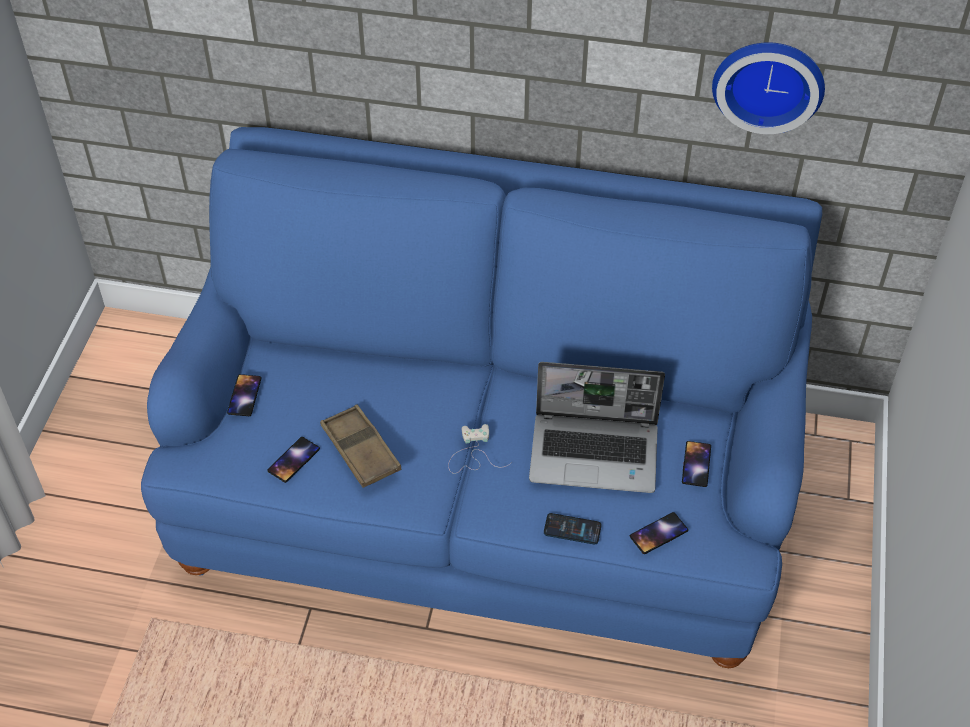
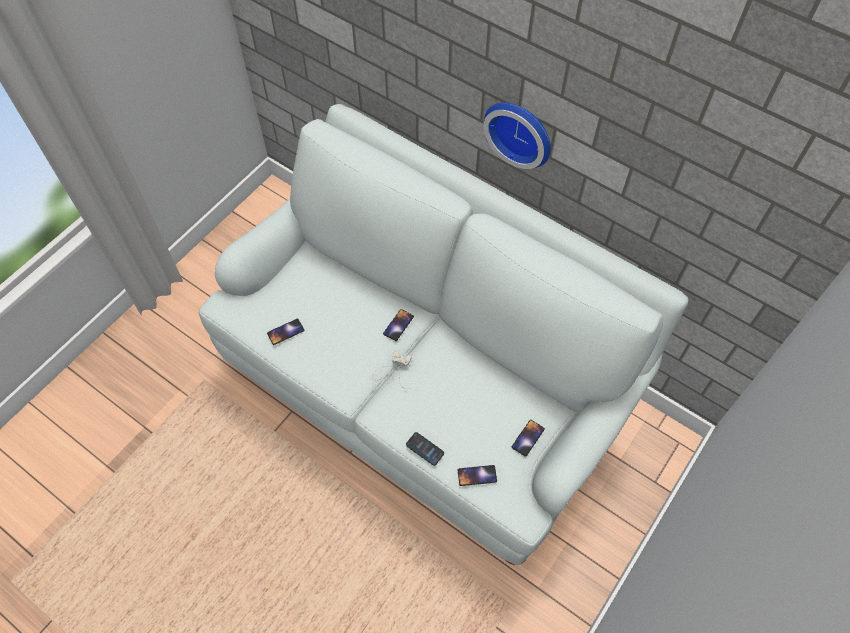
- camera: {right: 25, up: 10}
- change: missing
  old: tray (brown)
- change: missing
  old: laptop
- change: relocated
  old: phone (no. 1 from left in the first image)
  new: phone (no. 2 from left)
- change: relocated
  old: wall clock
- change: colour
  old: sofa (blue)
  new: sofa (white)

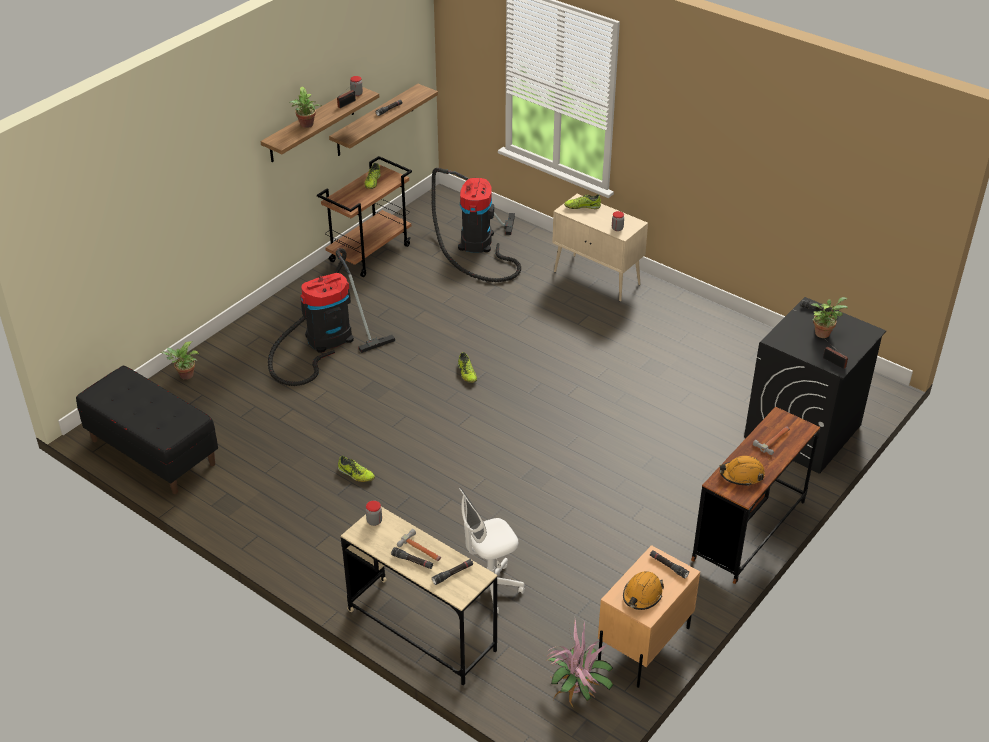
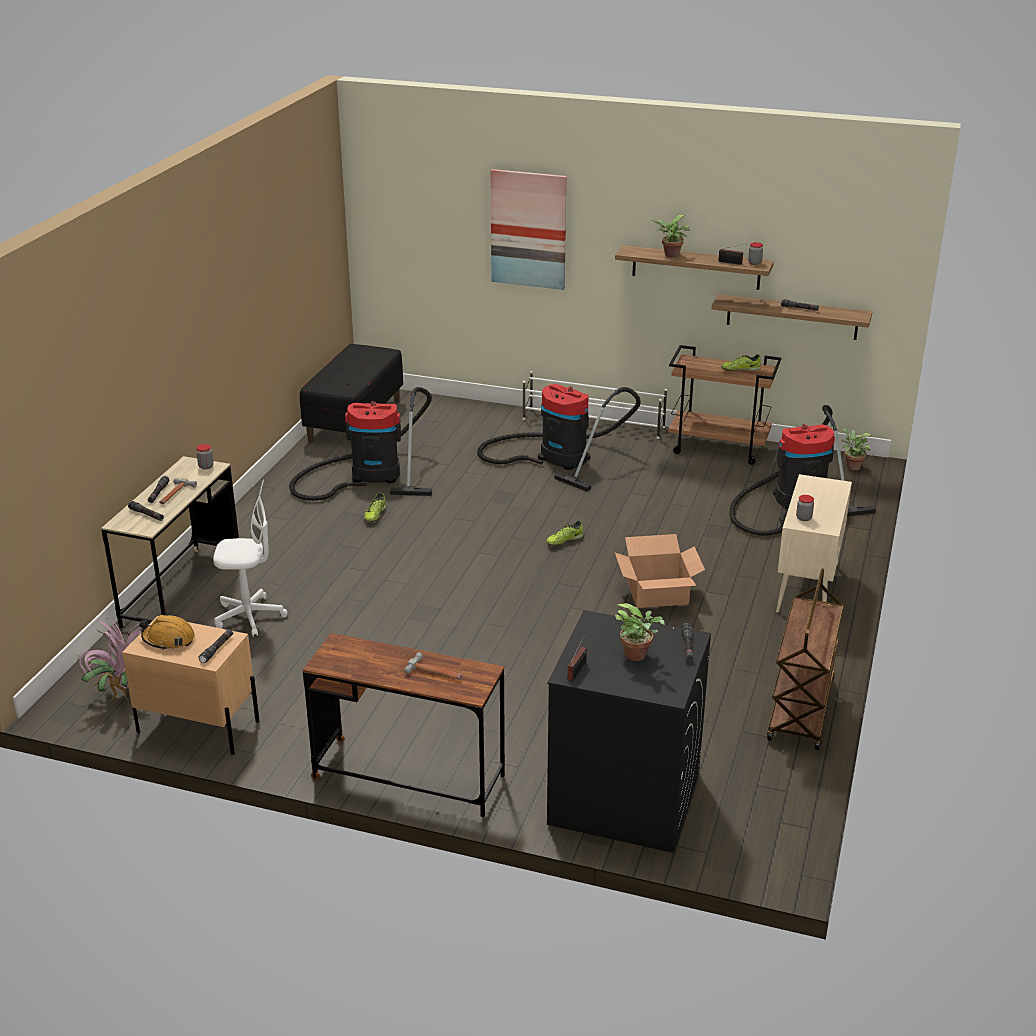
- camera: {right: 70, up: -10}
- change: missing
  old: shoe (no. 4 from left)
- change: missing
  old: hard hat (orange) (no. 2 from left)
- change: appeared
  new: vacuum cleaner (no. 1 from left)
- change: appeared
  new: picture
- change: appeared
  new: shoe rack (white)
- change: appeared
  new: cardboard box
- change: appeared
  new: cart (brown) (no. 2 from left)
- change: relocated
  old: potted plant (no. 1 from left in the first image)
  new: potted plant (no. 4 from left)
- change: spun
  old: office chair (white)
  degrees: 135

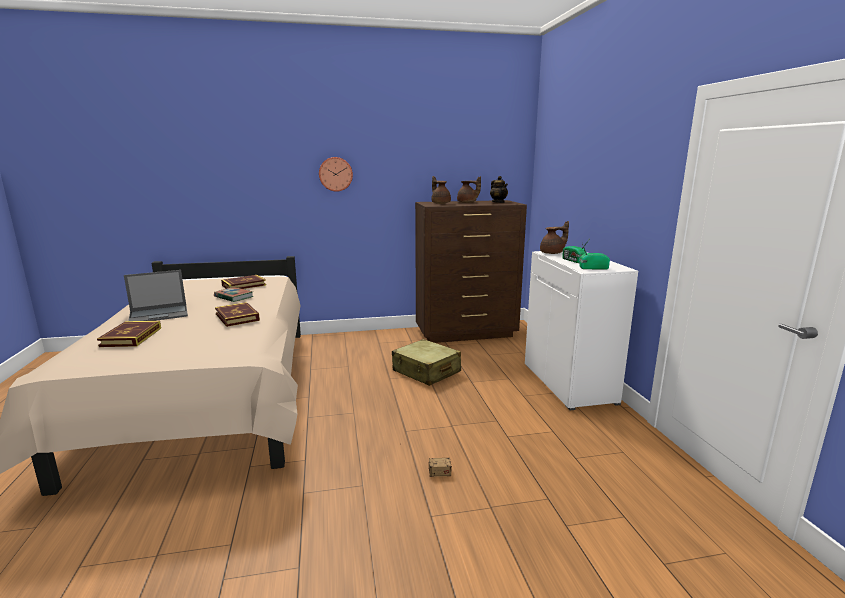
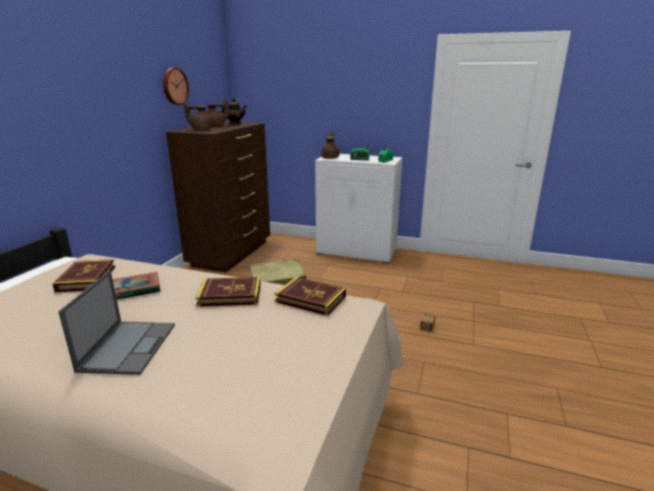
- camera: {right: -60, up: 5}
- change: relocated
  old: book (no. 1 from left in the first image)
  new: book (no. 4 from left)
- change: relocated
  old: wall clock

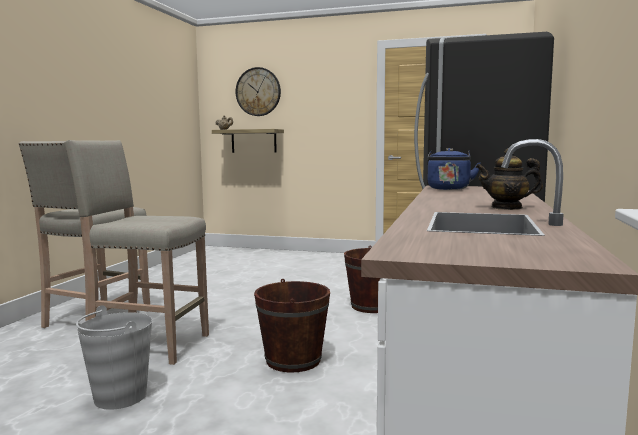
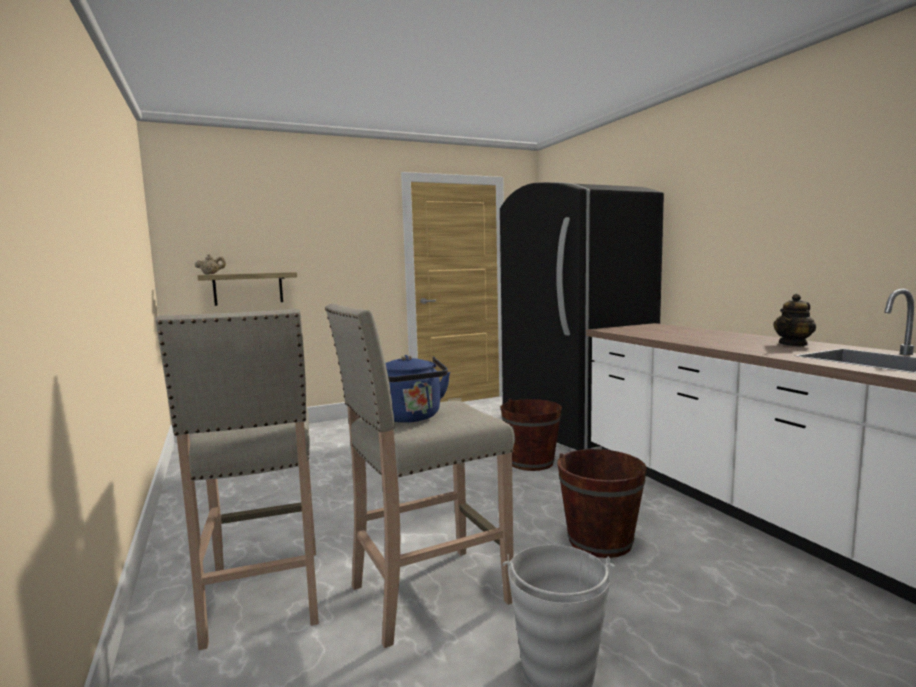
- camera: {right: -40, up: 0}
- change: missing
  old: wall clock
- change: relocated
  old: kettle (blue)

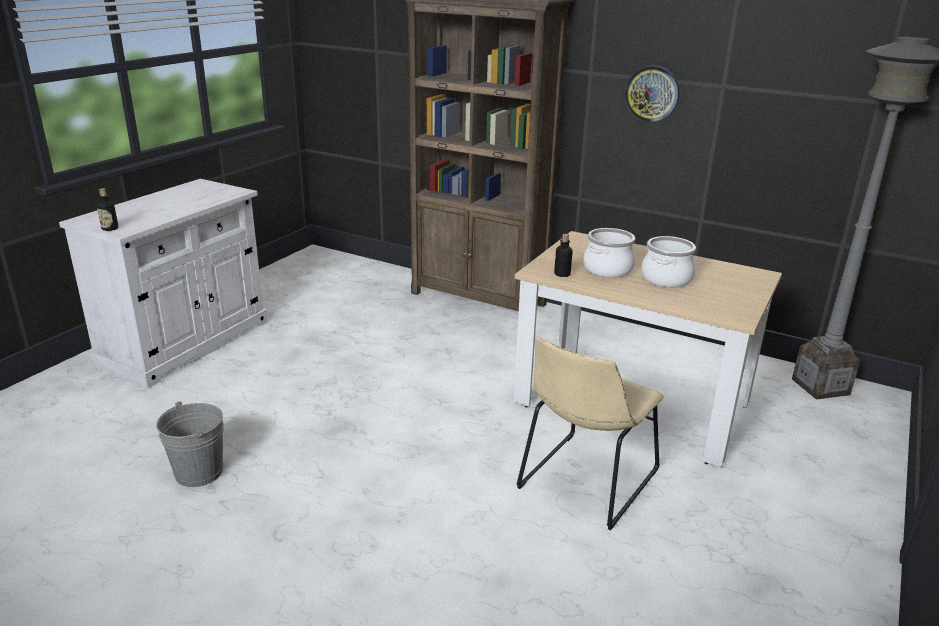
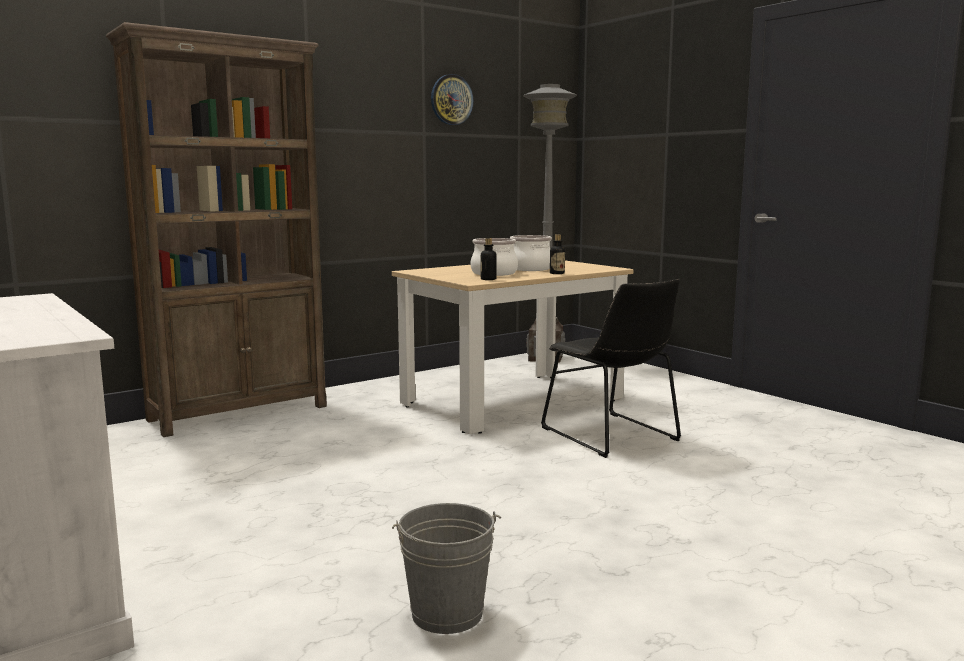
- camera: {right: -65, up: -15}
- change: relocated
  old: bottle (no. 1 from left in the first image)
  new: bottle (no. 2 from left)
- change: relocated
  old: wall clock
- change: colour
  old: chair (beige)
  new: chair (black)

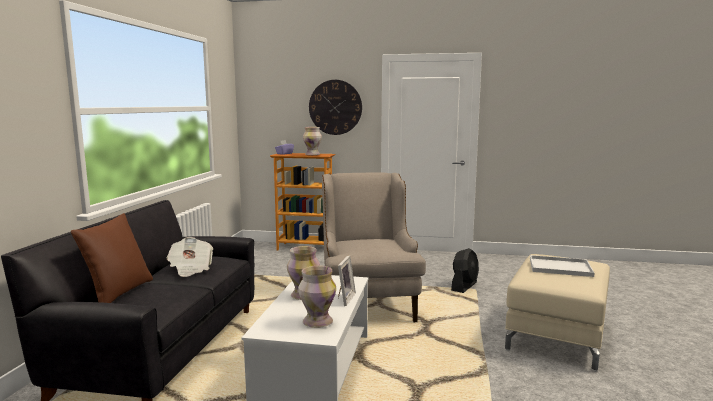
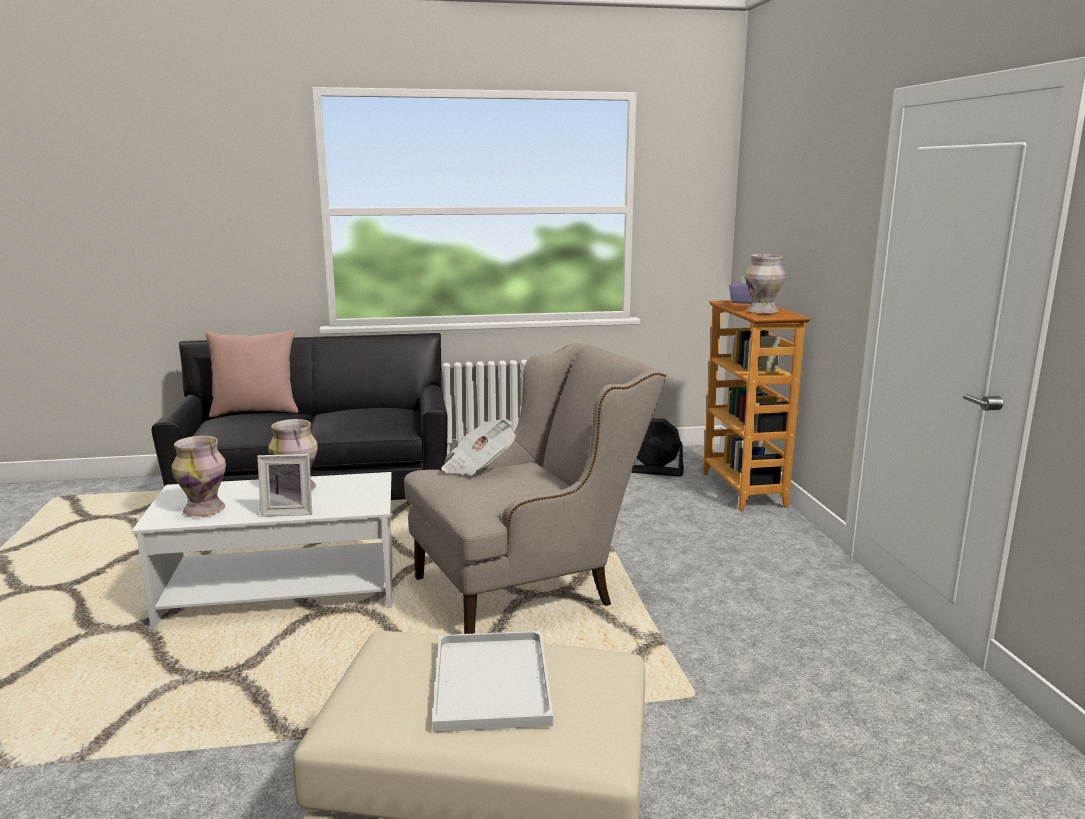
- camera: {right: 70, up: 5}
- change: missing
  old: wall clock
- change: relocated
  old: newspaper
- change: relocated
  old: fan (black)
- change: colour
  old: pillow (brown)
  new: pillow (pink)

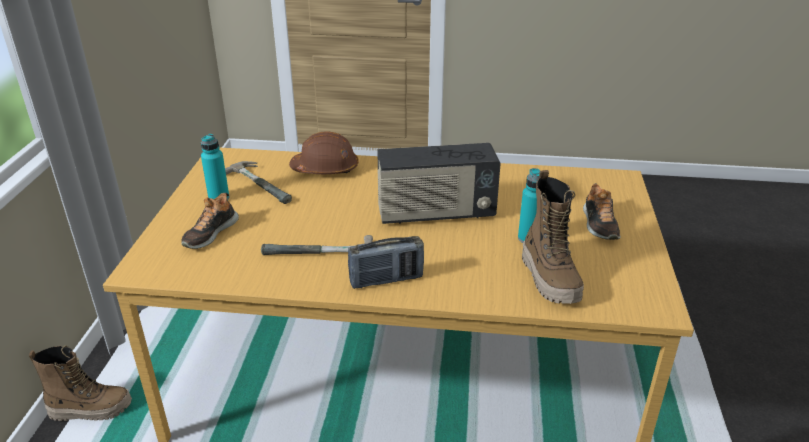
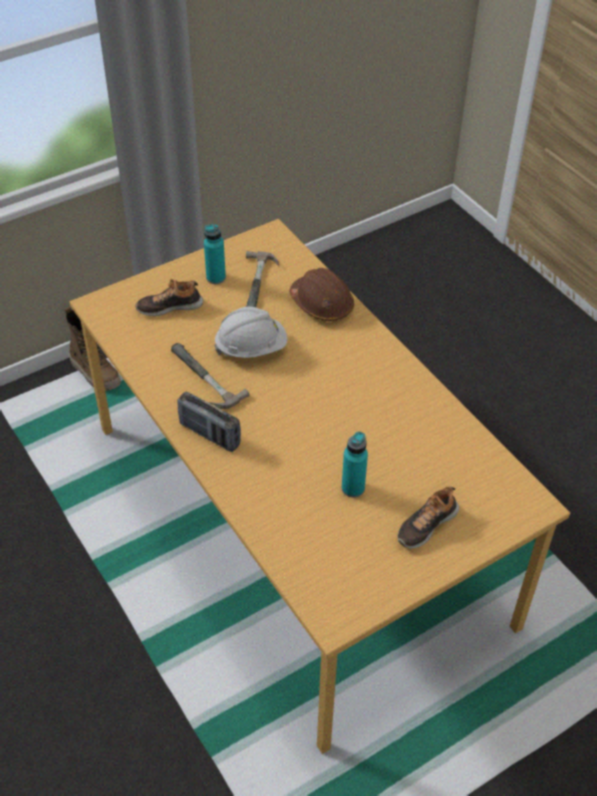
- camera: {right: 50, up: 15}
- change: missing
  old: radio (no. 2 from left)
- change: missing
  old: boot (no. 2 from left)
- change: appeared
  new: hard hat (white)

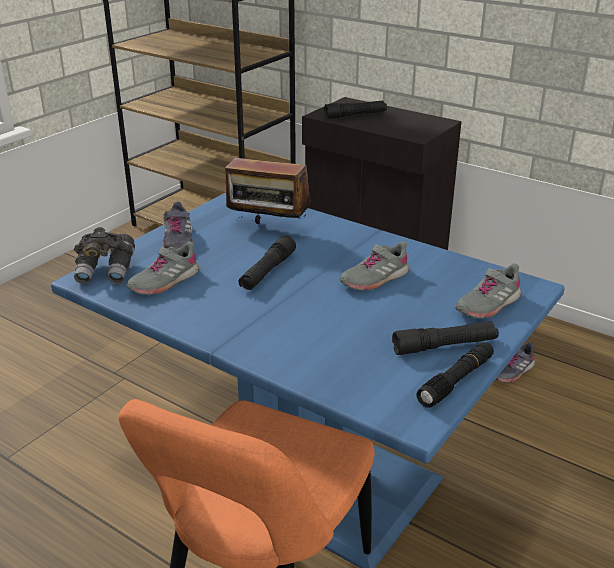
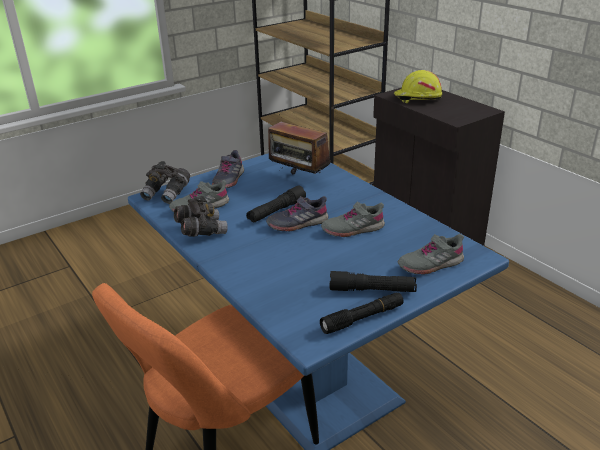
- camera: {right: 20, up: 0}
- change: appeared
  new: binoculars (grey) (no. 2 from left)
- change: relocated
  old: shoe (grey) (no. 5 from left in the first image)
  new: shoe (grey) (no. 3 from left)
- change: exchanged
  old: flashlight (black) (no. 2 from left)
  new: hard hat (yellow)

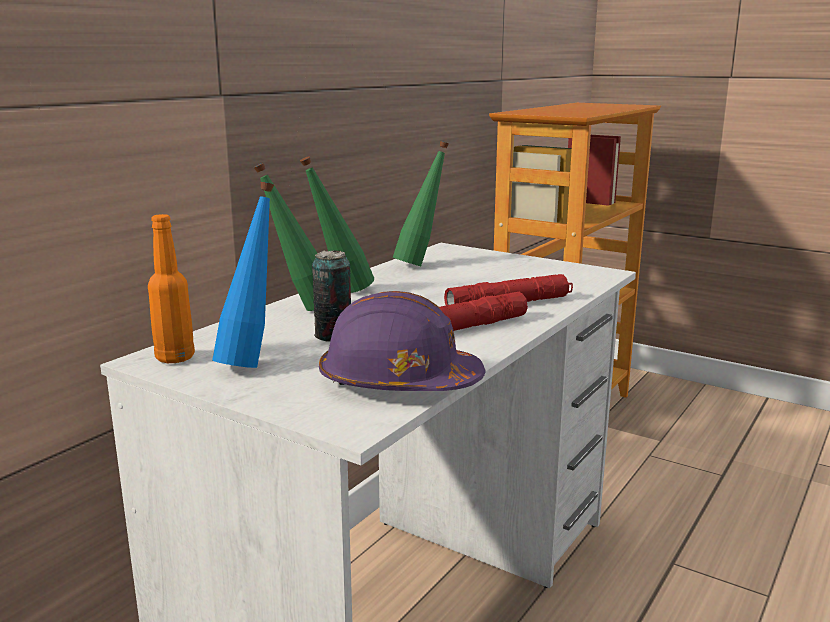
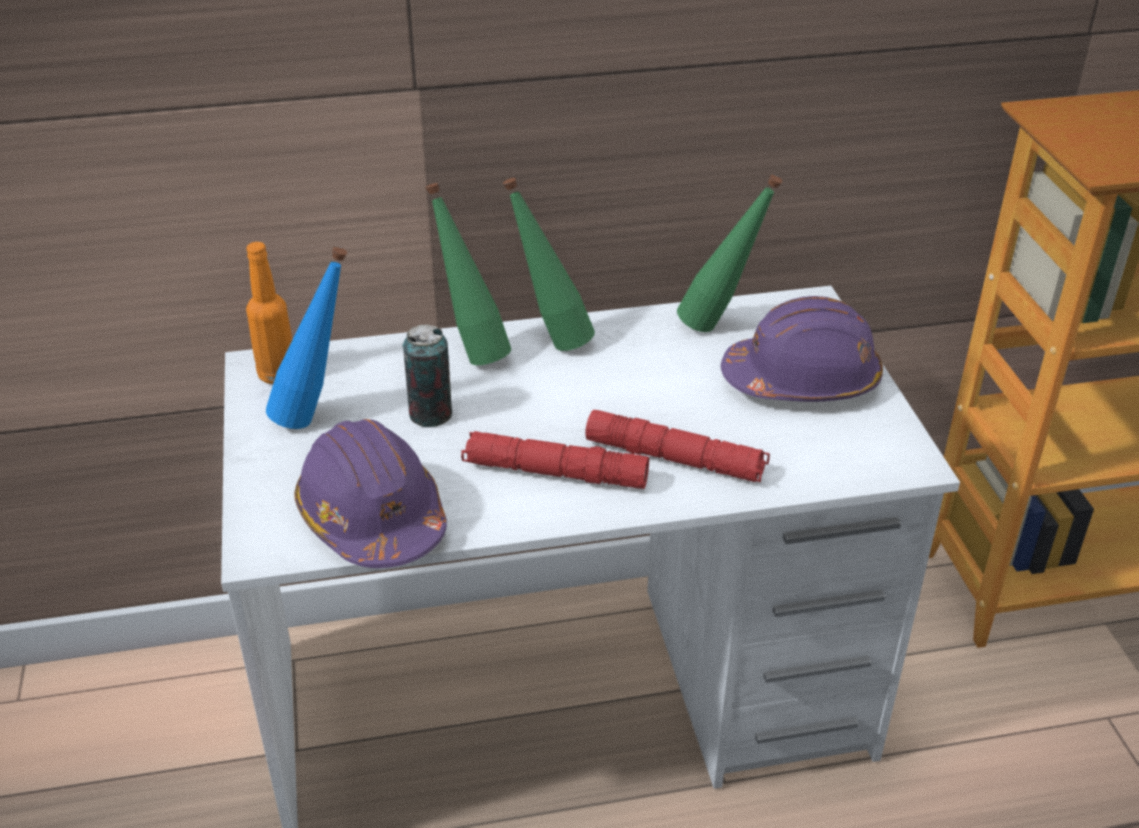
- camera: {right: 45, up: 20}
- change: appeared
  new: hard hat (purple) (no. 2 from left)

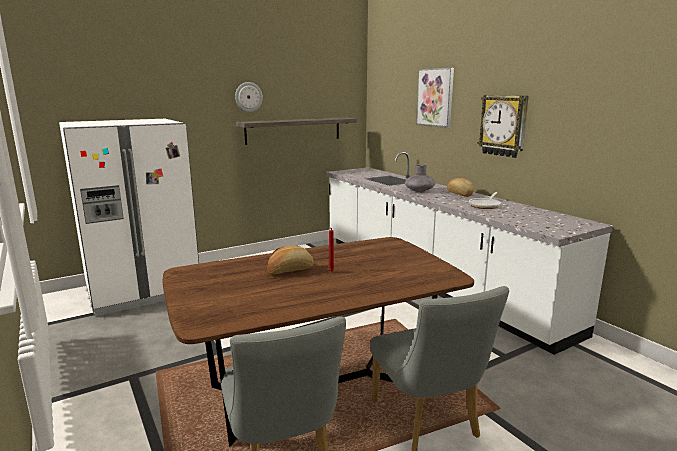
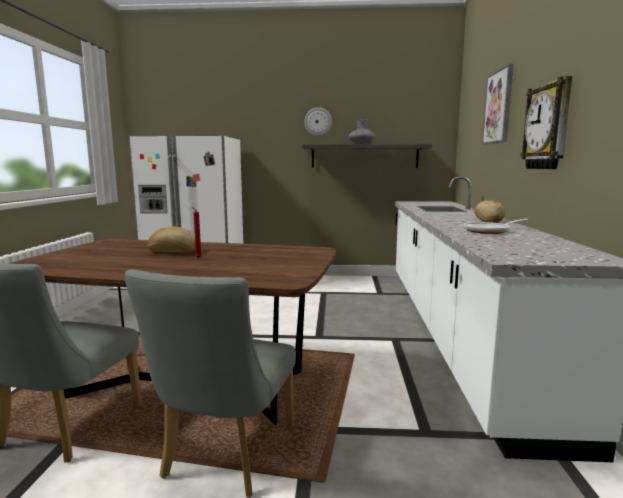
- camera: {right: 35, up: -5}
- change: relocated
  old: vase (grey)

